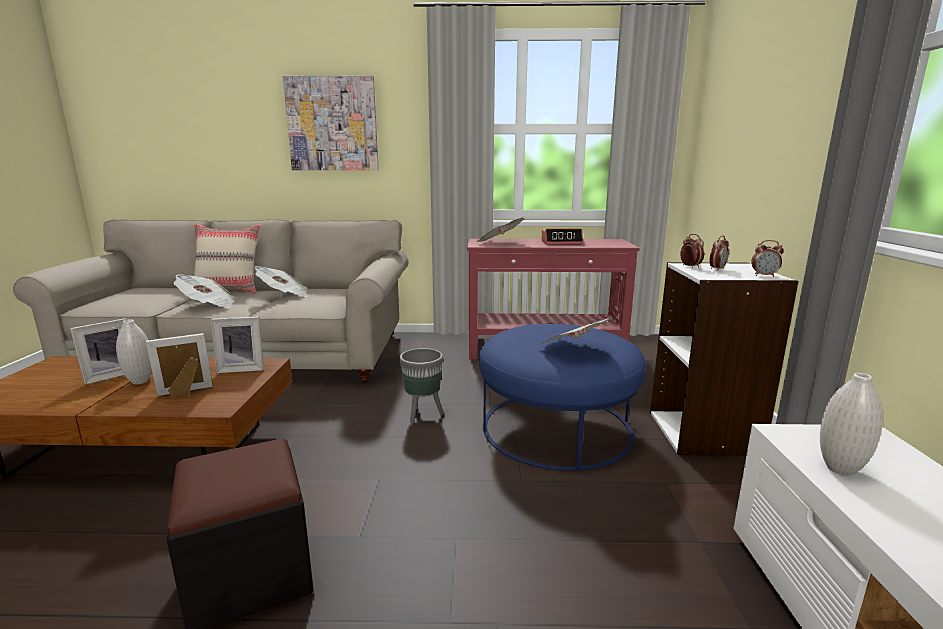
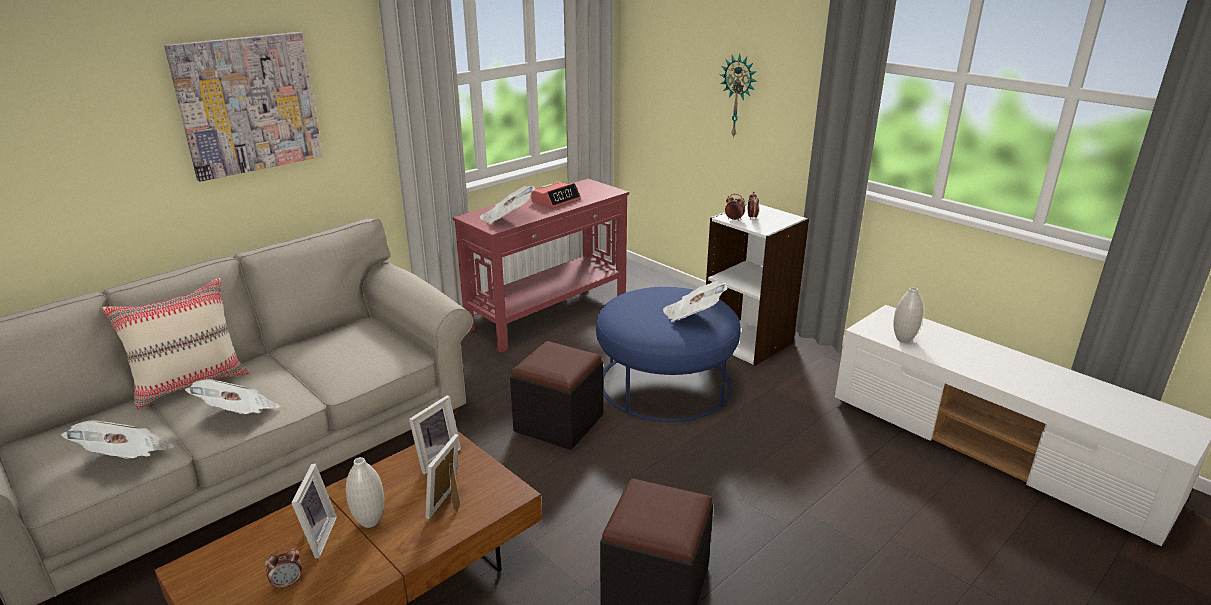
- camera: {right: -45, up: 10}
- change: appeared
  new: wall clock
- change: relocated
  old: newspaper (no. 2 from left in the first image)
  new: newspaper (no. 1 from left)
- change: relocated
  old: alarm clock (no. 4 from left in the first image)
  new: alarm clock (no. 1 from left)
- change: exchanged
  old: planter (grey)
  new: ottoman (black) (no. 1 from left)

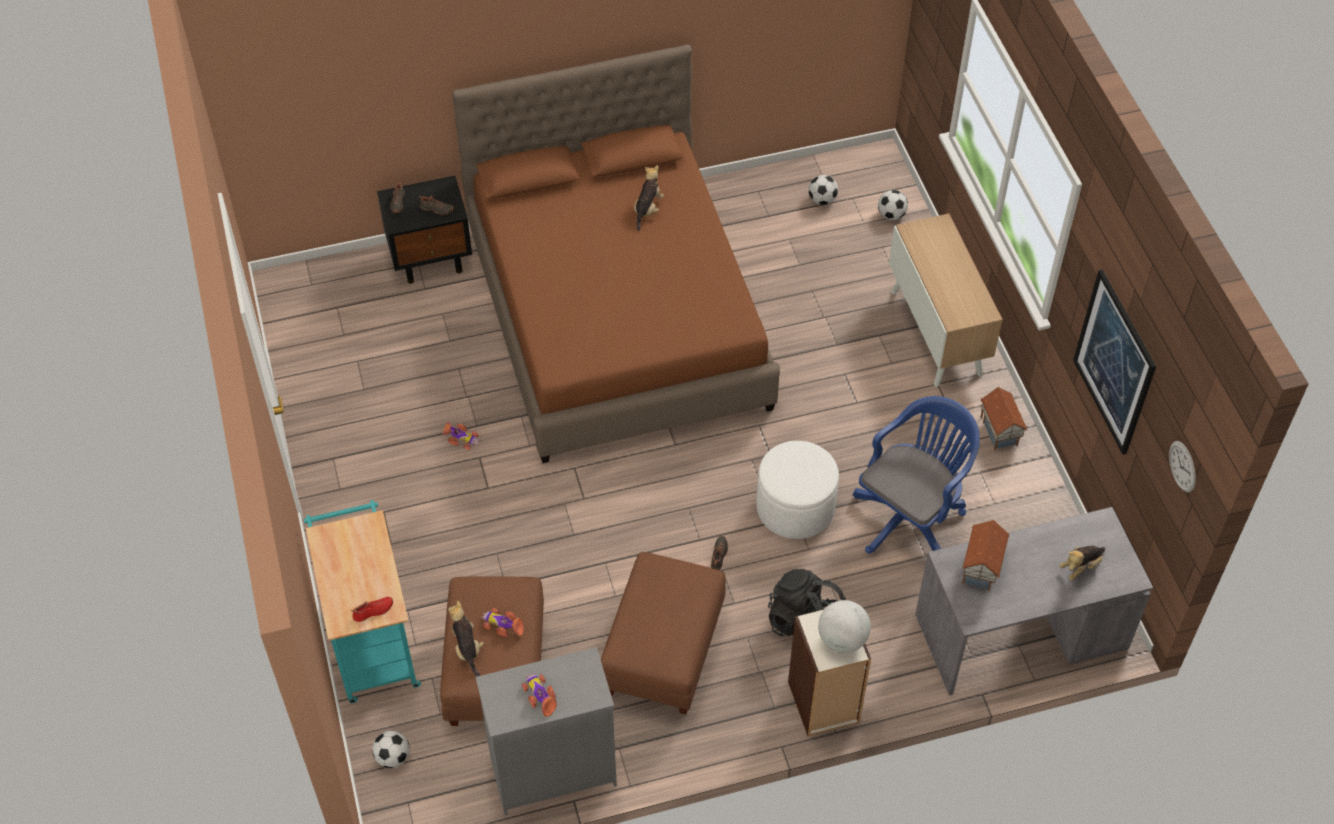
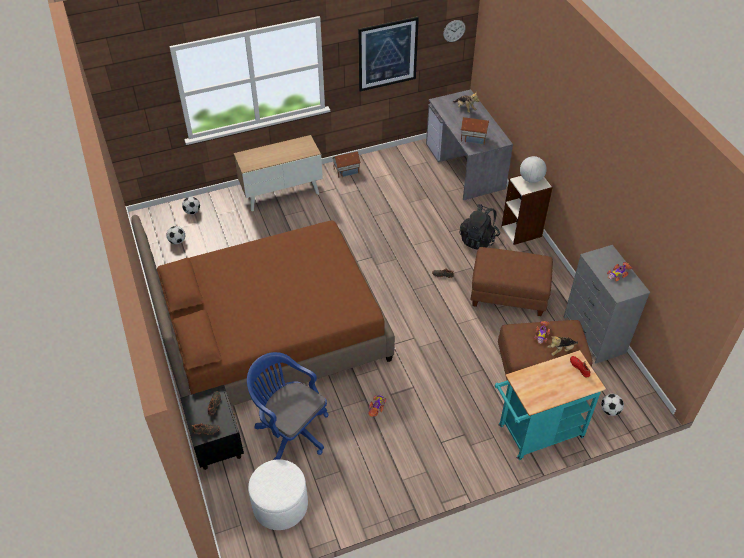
- camera: {right: -95, up: -5}
- change: missing
  old: plush toy (no. 2 from left)
- change: relocated
  old: ottoman (white)
- change: relocated
  old: office chair (blue)

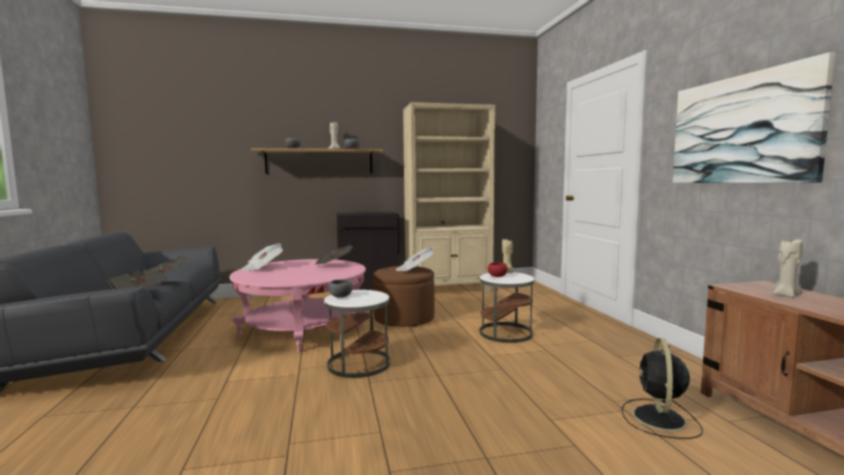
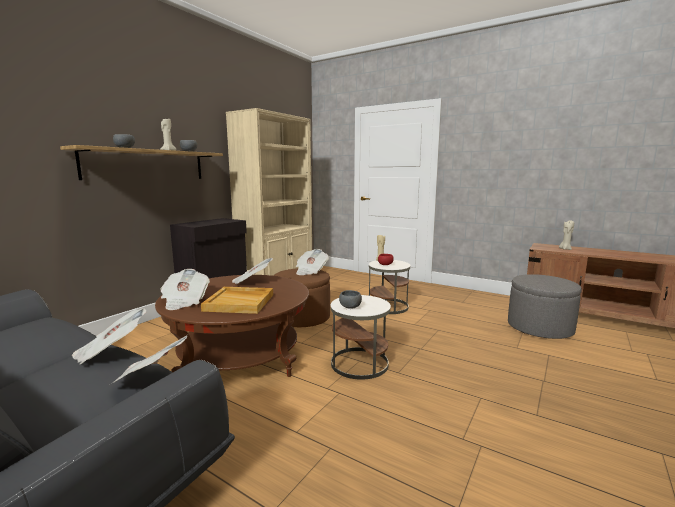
- camera: {right: -45, up: 5}
- change: missing
  old: picture
- change: appeared
  new: tray (beige)
- change: exchanged
  old: fan (black)
  new: ottoman (grey)
- change: colour
  old: coffee table (pink)
  new: coffee table (brown)

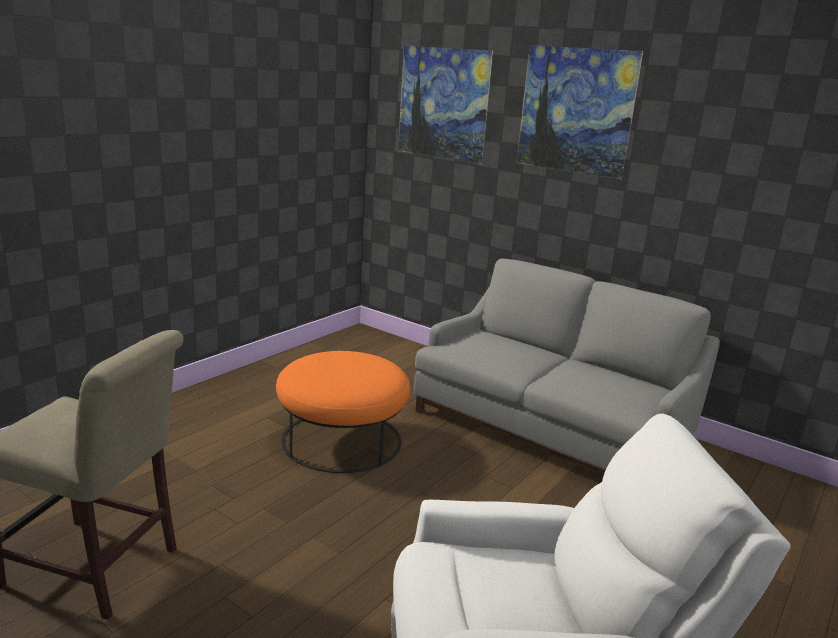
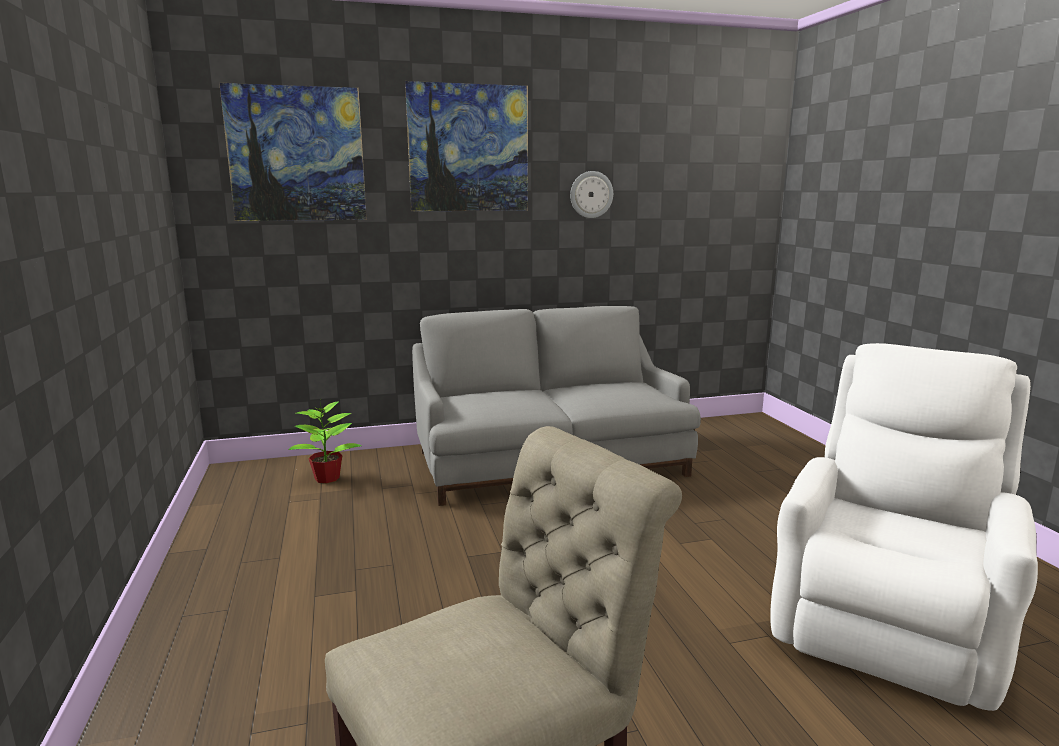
- camera: {right: -50, up: -5}
- change: missing
  old: ottoman (orange)
- change: appeared
  new: potted plant
- change: appeared
  new: wall clock

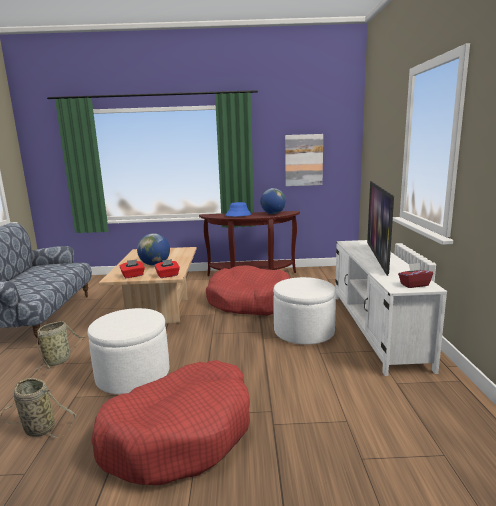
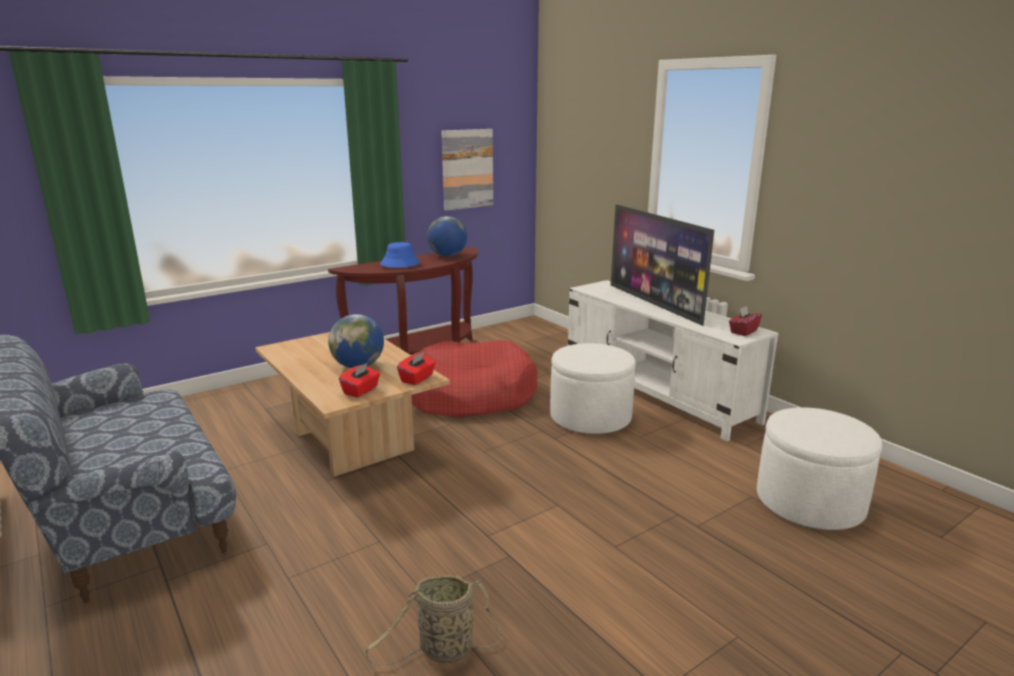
- camera: {right: -35, up: 5}
- change: missing
  old: basket (no. 2 from left)
- change: missing
  old: dog bed (red) (no. 1 from left)
- change: relocated
  old: ottoman (white) (no. 1 from left in the first image)
  new: ottoman (white) (no. 2 from left)

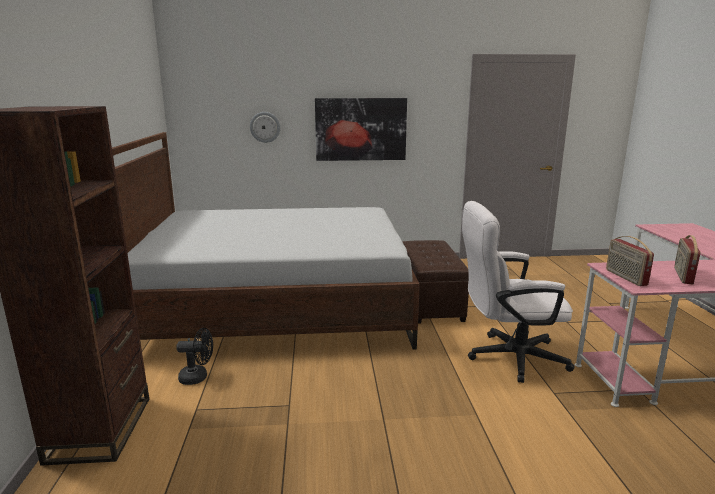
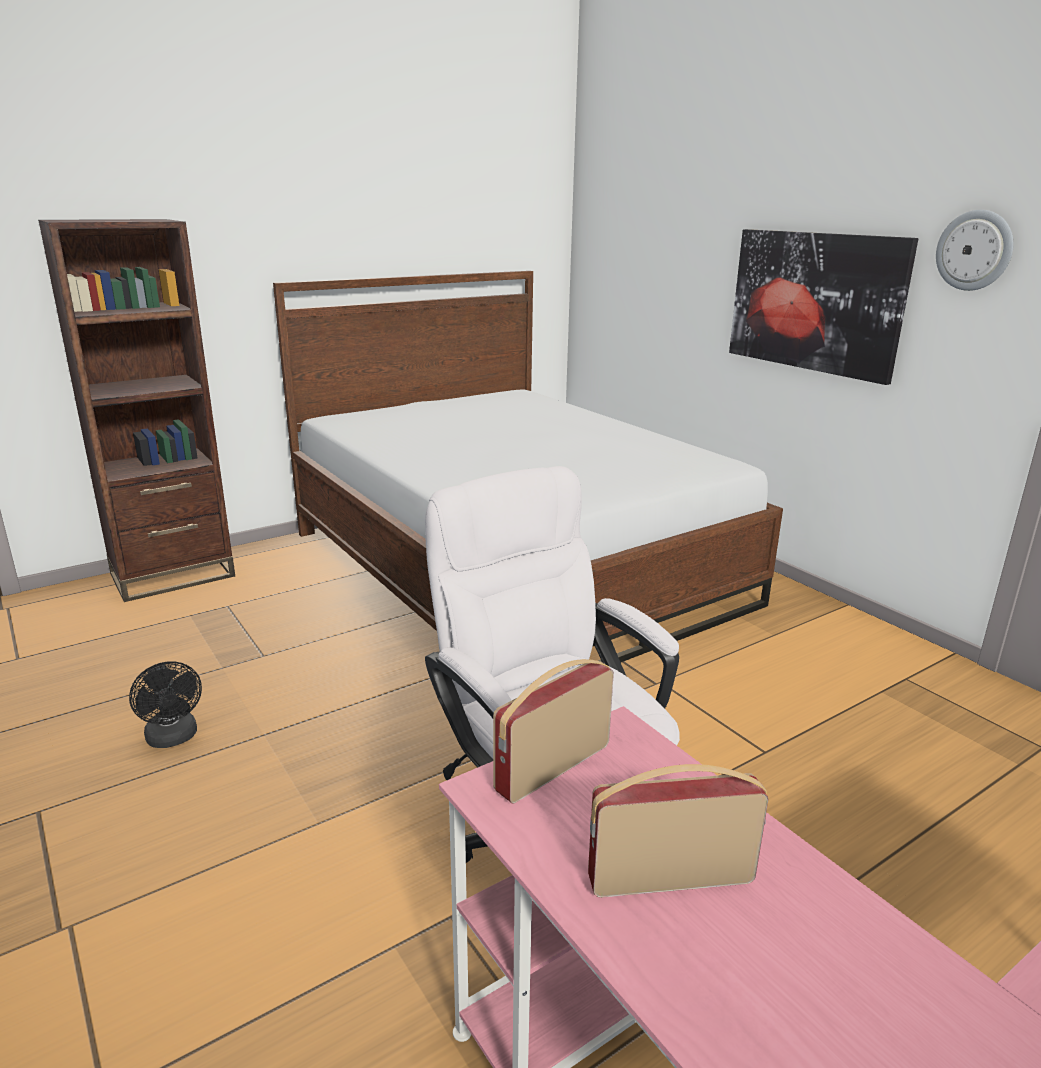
- camera: {right: 60, up: 5}
- change: missing
  old: ottoman (brown)
- change: relocated
  old: fan (black)
- change: relocated
  old: wall clock

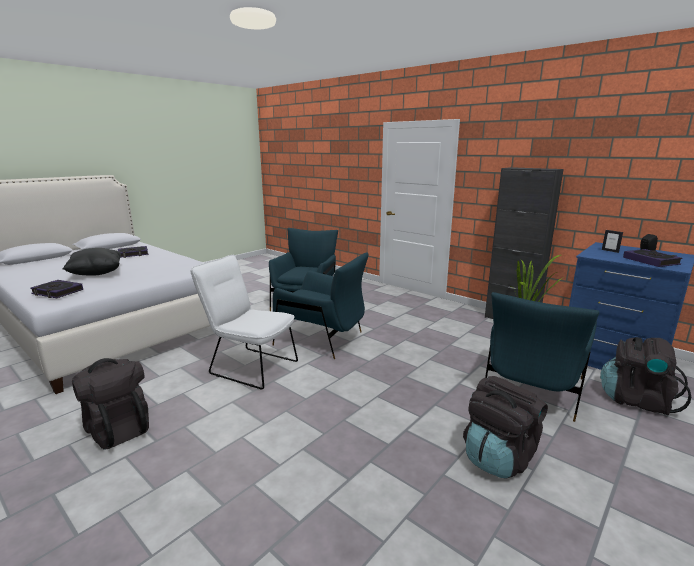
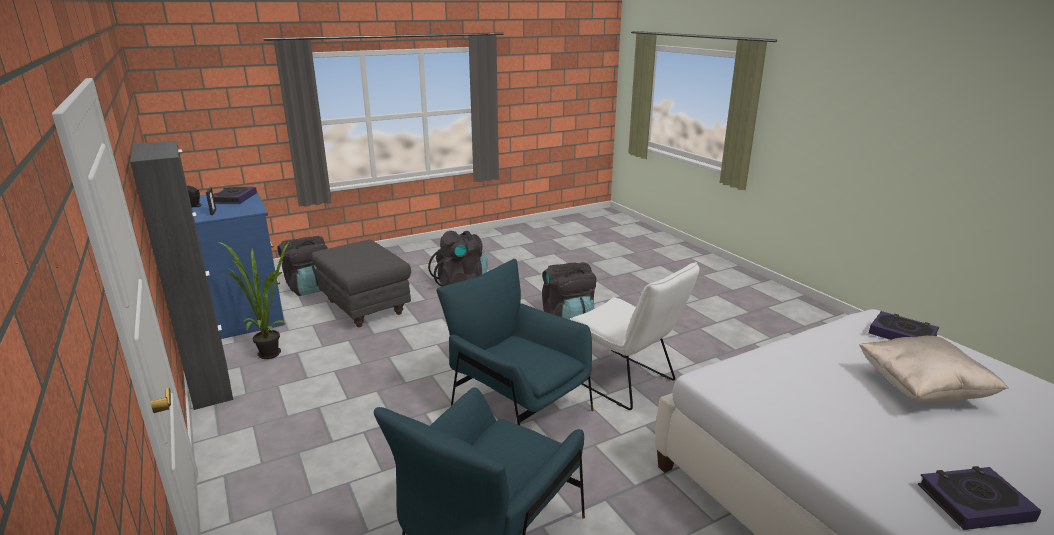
- camera: {right: -160, up: 5}
- change: relocated
  old: backpack (black) (no. 1 from left in the first image)
  new: backpack (black) (no. 3 from left)
- change: exchanged
  old: armchair (blue) (no. 3 from left)
  new: ottoman (grey)
- change: colour
  old: pillow (black)
  new: pillow (beige)

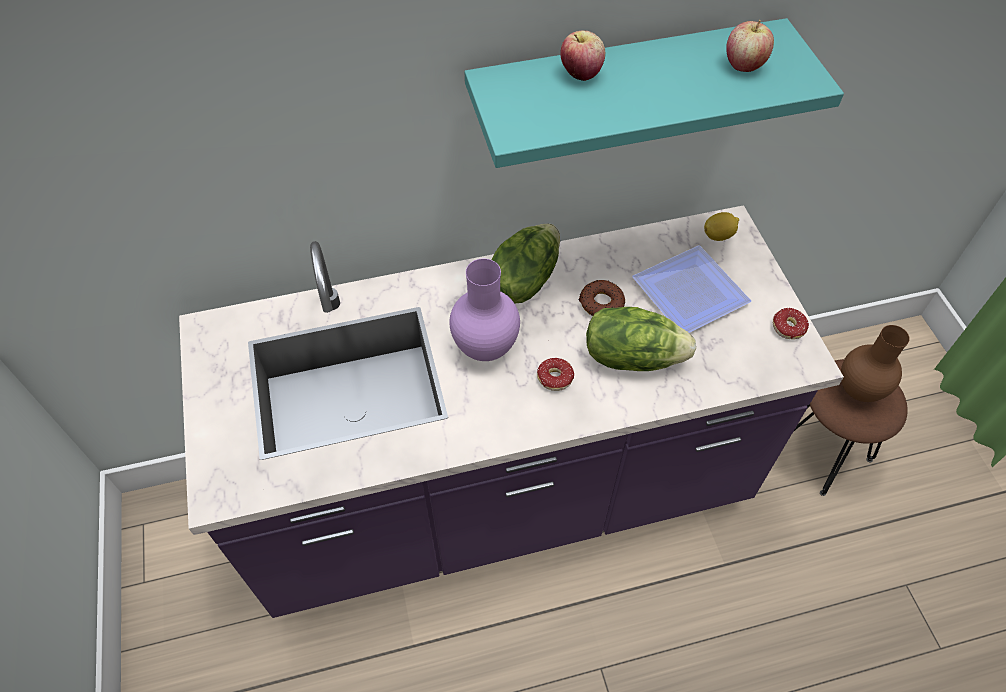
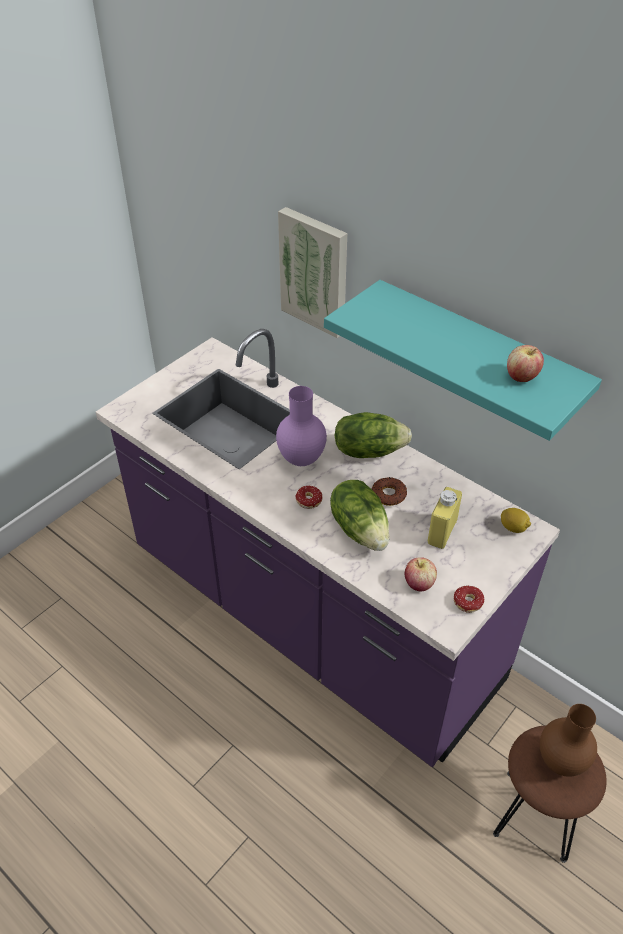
- camera: {right: 55, up: -10}
- change: appeared
  new: picture
- change: relocated
  old: apple (no. 1 from left)
- change: exchanged
  old: plate
  new: bottle (yellow)

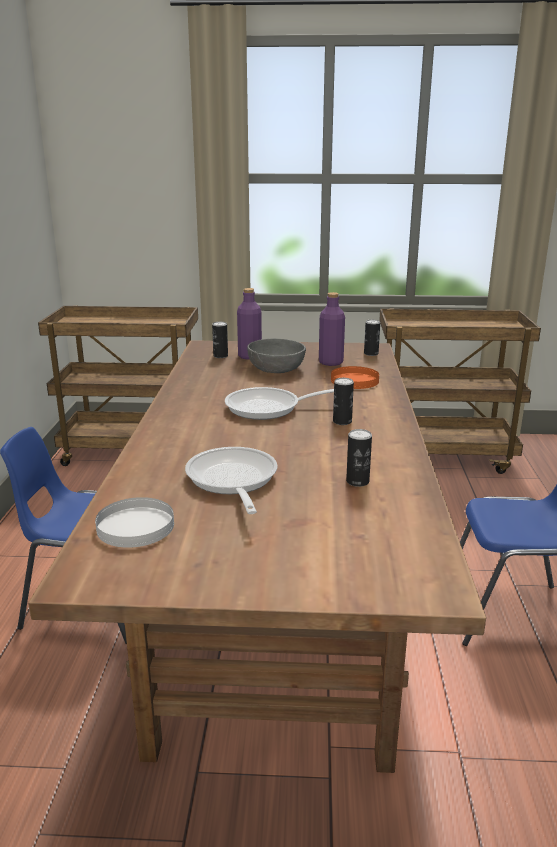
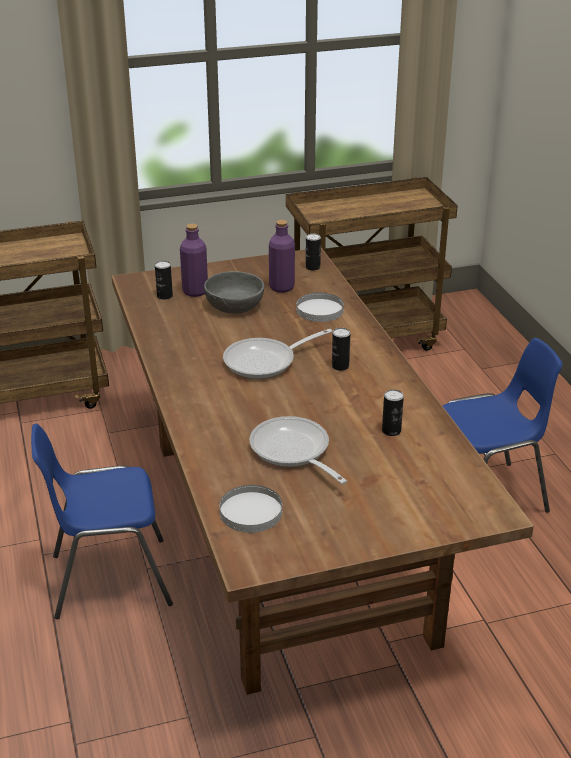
- camera: {right: -20, up: 10}
- change: colour
  old: plate (orange)
  new: plate (white) (no. 2 from left)

